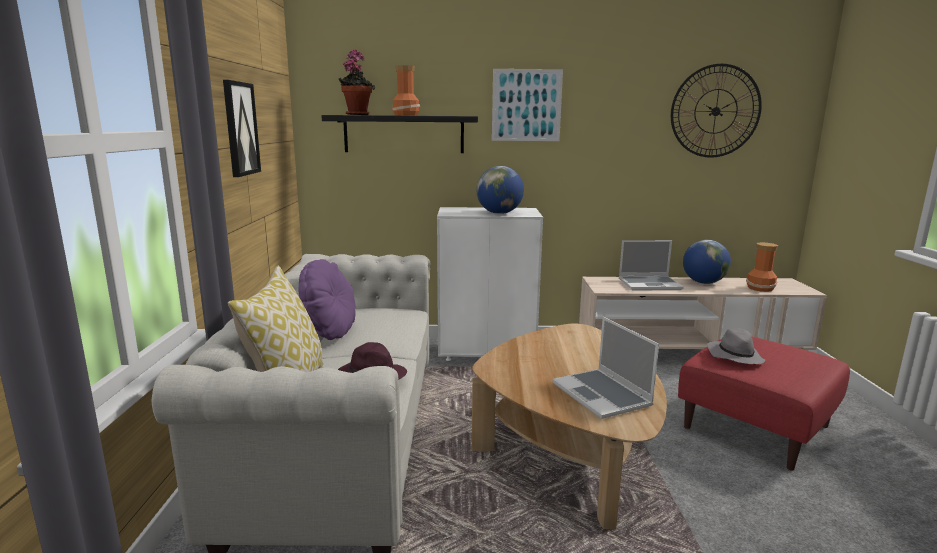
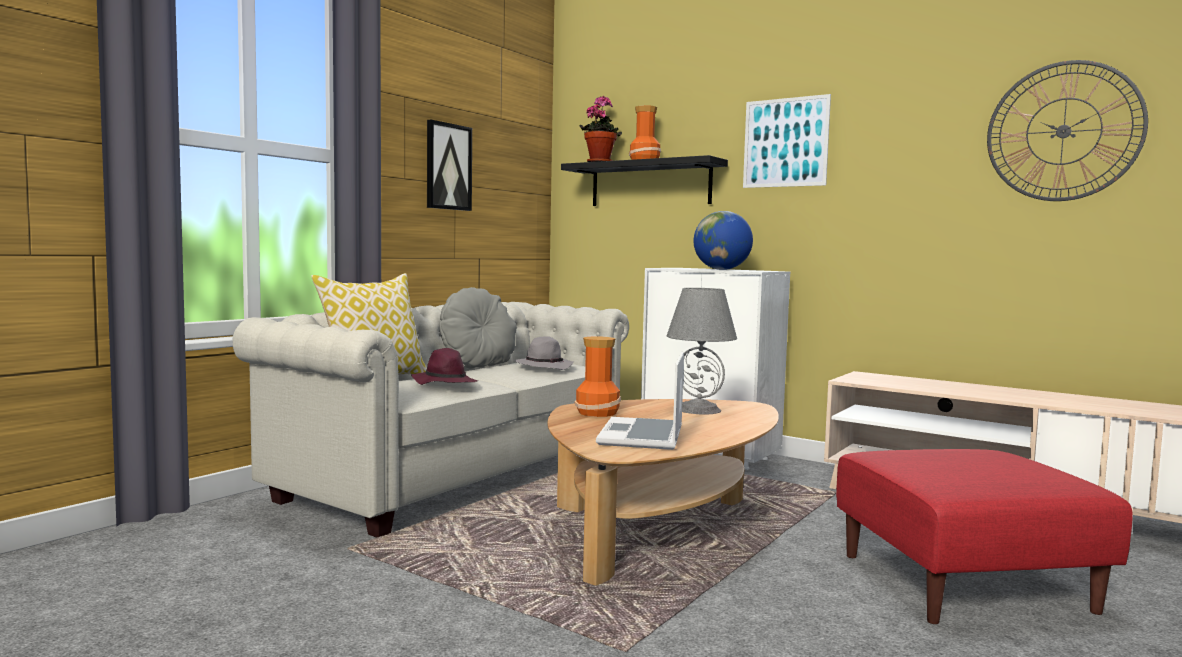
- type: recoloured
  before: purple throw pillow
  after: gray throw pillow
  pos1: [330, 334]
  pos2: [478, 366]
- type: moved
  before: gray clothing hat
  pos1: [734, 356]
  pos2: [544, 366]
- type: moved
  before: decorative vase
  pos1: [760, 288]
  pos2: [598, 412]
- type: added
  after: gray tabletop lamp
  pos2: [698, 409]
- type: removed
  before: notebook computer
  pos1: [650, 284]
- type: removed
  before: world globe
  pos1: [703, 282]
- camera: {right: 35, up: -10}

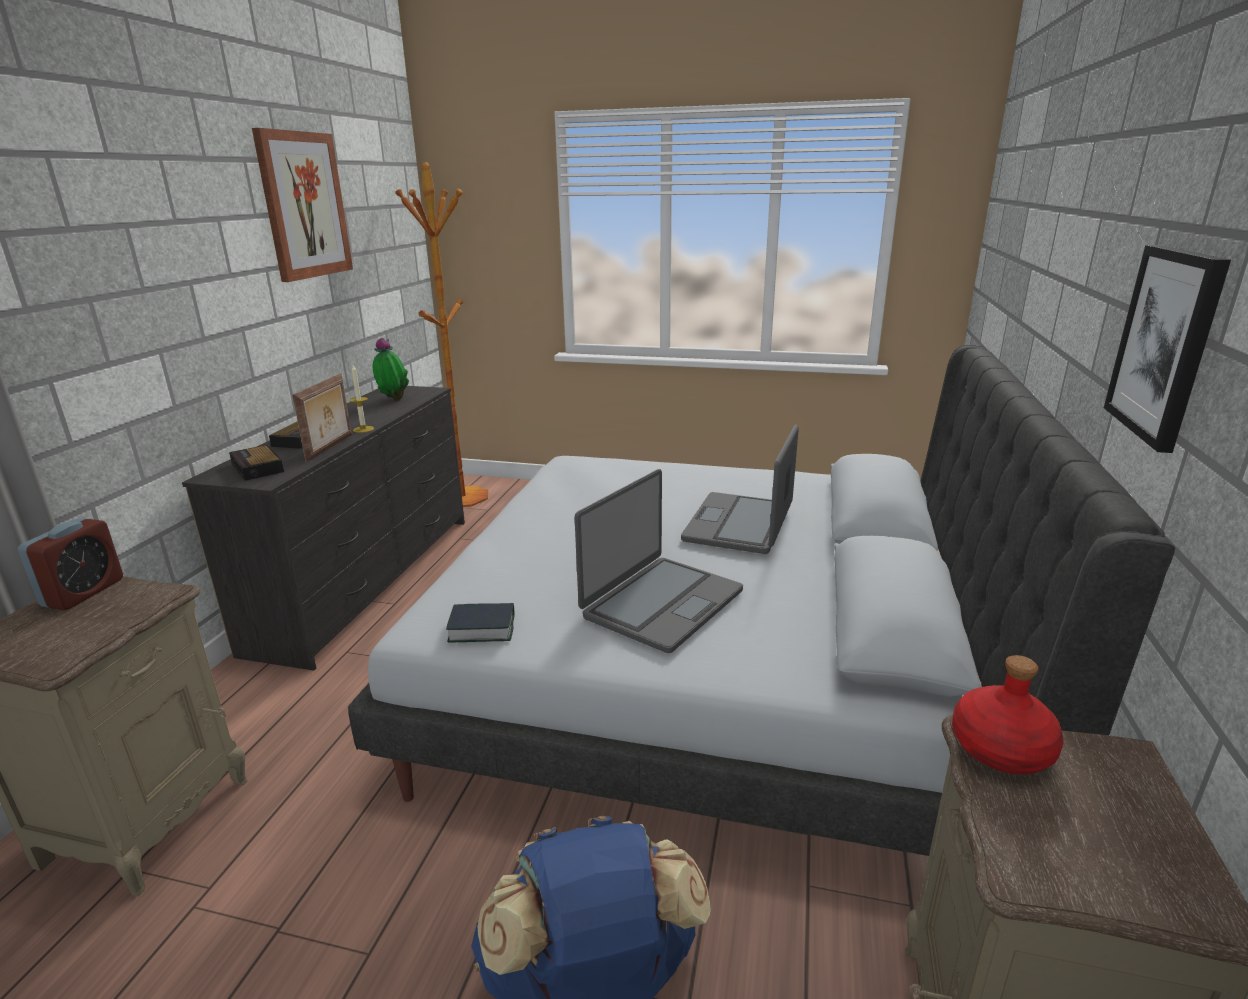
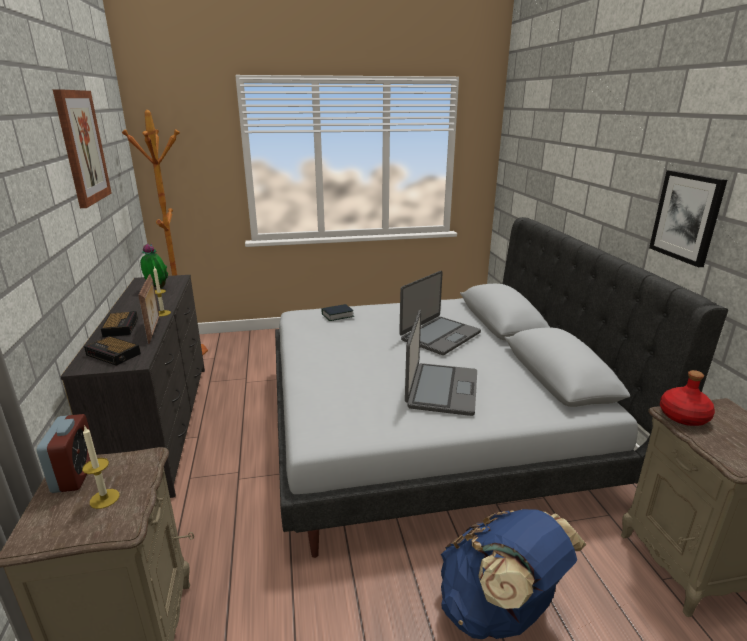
- type: added
  after: candle
  pos2: [104, 498]
- type: moved
  before: volume
  pos1: [482, 628]
  pos2: [337, 315]
- type: turned
  before: notebook computer
  pos1: [740, 524]
  pos2: [439, 336]
  turn: -135
- camera: {right: -25, up: 0}

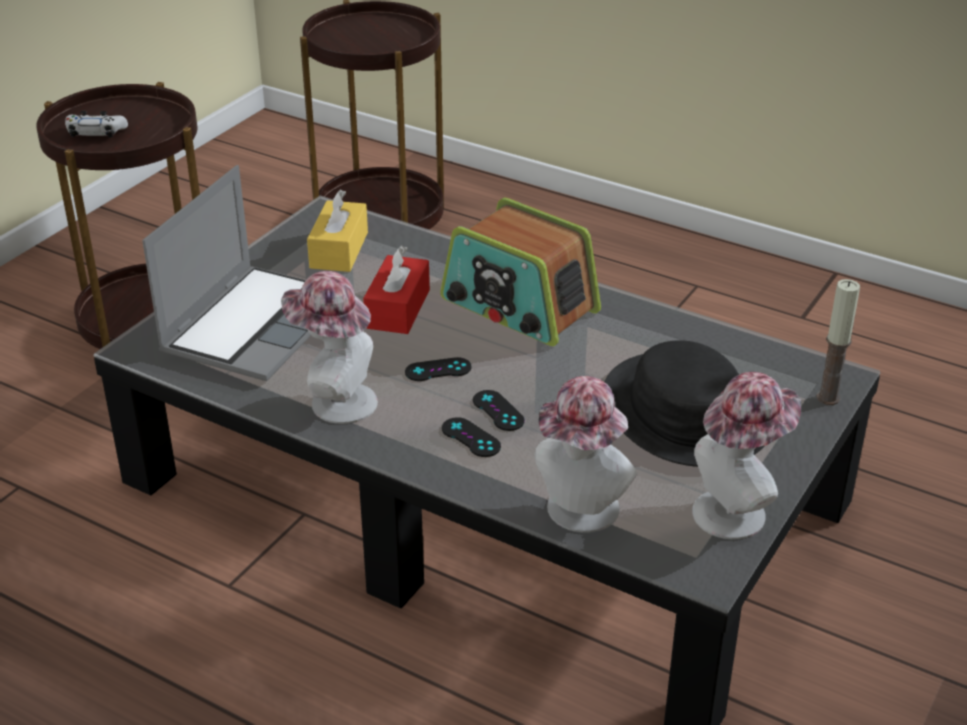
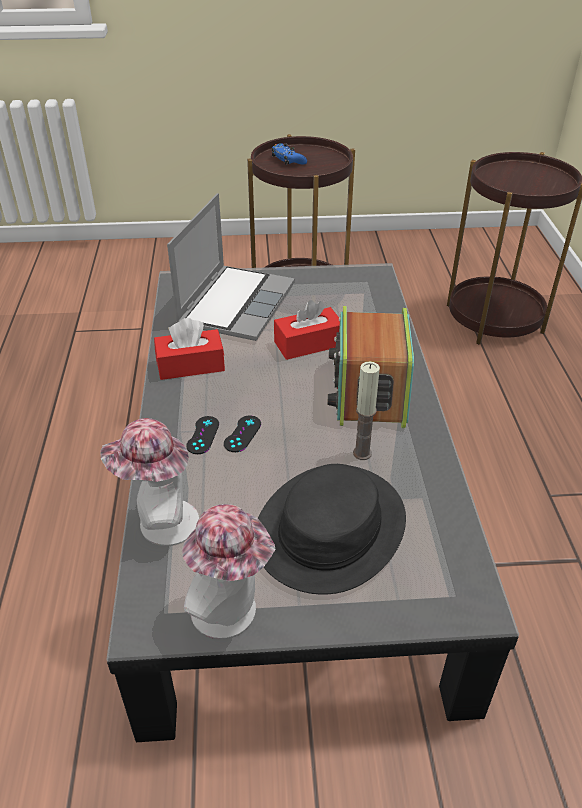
- type: replaced
  before: clothing hat
  after: reddish tissue box
  pos1: [335, 401]
  pos2: [190, 365]
- type: turned
  before: notebook computer
  pos1: [254, 324]
  pos2: [236, 304]
  turn: -60
- type: recoloured
  before: whitish game controller
  after: blue-coloured game controller
  pos1: [96, 132]
  pos2: [288, 160]
- type: moved
  before: candle
  pos1: [828, 398]
  pos2: [362, 453]
- type: removed
  before: yellow-coloured tissue box
  pos1: [339, 250]
- type: removed
  before: blackish game controller
  pos1: [438, 370]
- camera: {right: 55, up: 5}

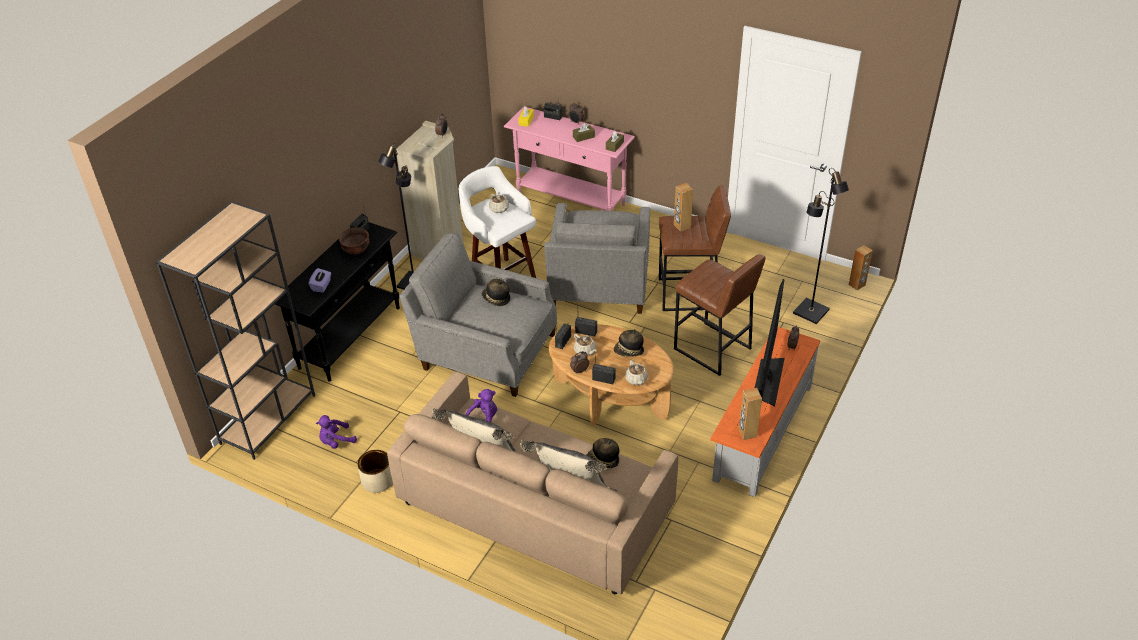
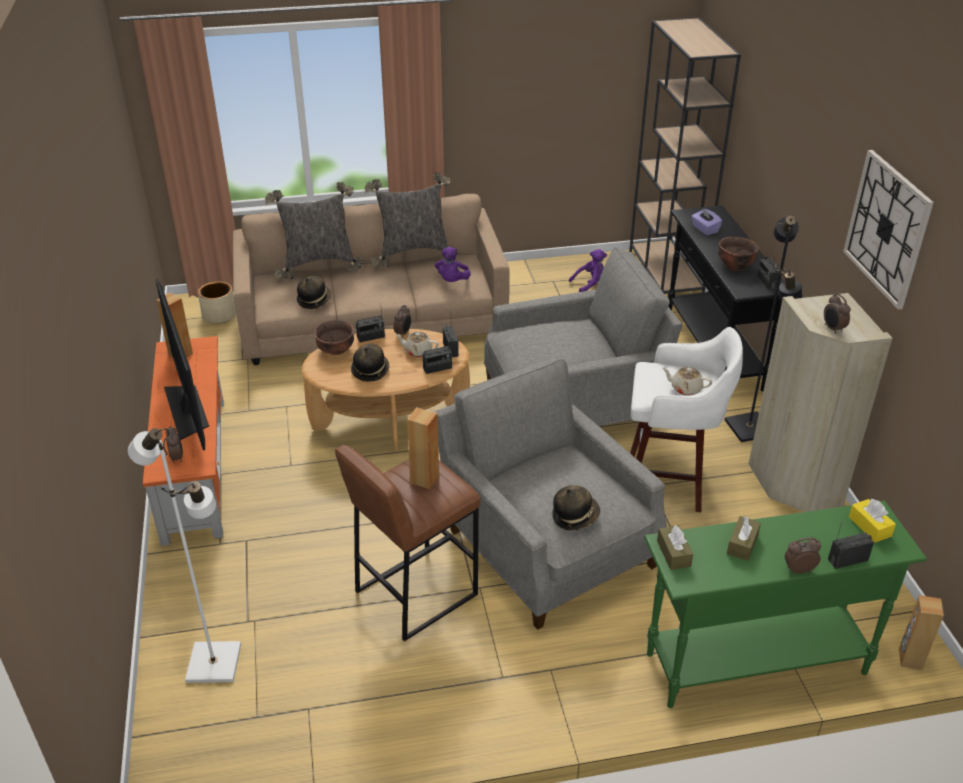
- type: recoloured
  before: blackish standard lamp
  after: whitish standard lamp
  pos1: [810, 311]
  pos2: [214, 663]
- type: moved
  before: beige plant pot
  pos1: [377, 481]
  pos2: [219, 315]
- type: replaced
  before: beige pot for tea
  after: brown-coloured deep dish
  pos1: [636, 380]
  pos2: [336, 350]
- type: moved
  before: clothing hat
  pos1: [496, 299]
  pos2: [575, 516]
- type: turned
  before: purple soft toy
  pos1: [336, 441]
  pos2: [589, 284]
  turn: 45
- type: recoloured
  before: pink-coloured narrow table
  after: green-coloured narrow table
  pos1: [571, 201]
  pos2: [754, 663]
- type: added
  after: hanging clock
  pos2: [887, 228]
- type: moved
  before: brown-coloured loudspeaker
  pos1: [857, 285]
  pos2: [909, 659]
- type: removed
  before: brown-coloured stool seat
  pos1: [713, 349]
- camera: {right: 140, up: -5}

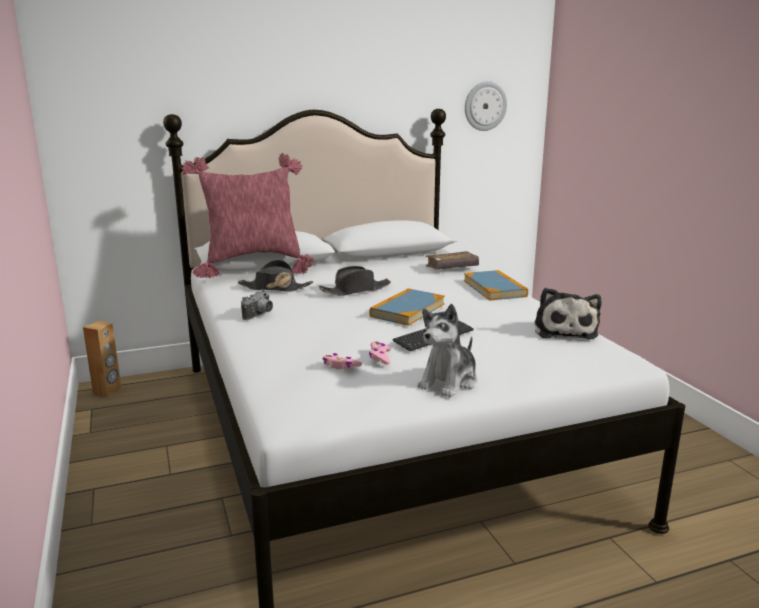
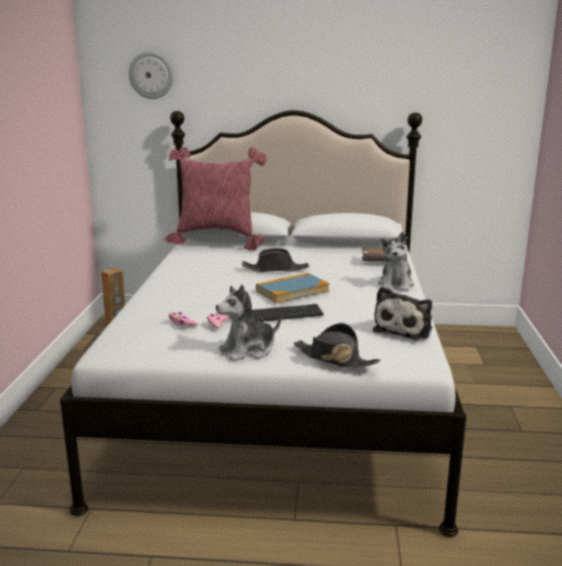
- type: moved
  before: hanging clock
  pos1: [485, 106]
  pos2: [151, 75]
- type: moved
  before: blackish clothing hat
  pos1: [275, 288]
  pos2: [334, 358]
- type: replaced
  before: volume
  after: soft toy
  pos1: [494, 288]
  pos2: [396, 285]
- type: removed
  before: photo camera
  pos1: [260, 315]
- camera: {right: 25, up: 0}

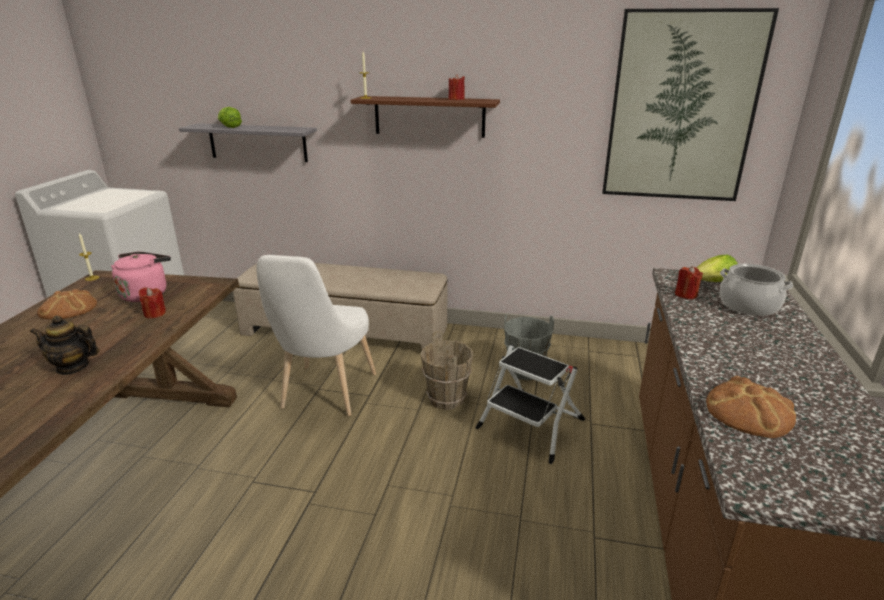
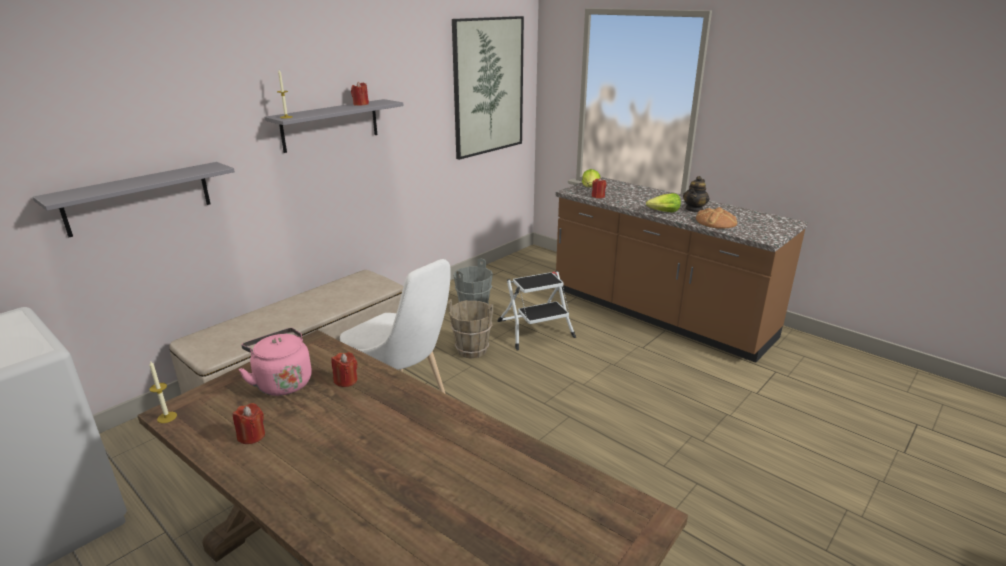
- type: replaced
  before: baked bread
  after: reddish candle
  pos1: [68, 309]
  pos2: [252, 436]
- type: recoloured
  before: brown-coloured bracket shelf
  after: gray bracket shelf
  pos1: [429, 116]
  pos2: [330, 125]
- type: moved
  before: lettuce
  pos1: [229, 126]
  pos2: [664, 212]
- type: moved
  before: pot for tea
  pos1: [72, 367]
  pos2: [694, 209]
- type: removed
  before: cooking pot
  pos1: [748, 305]
- camera: {right: -60, up: 0}

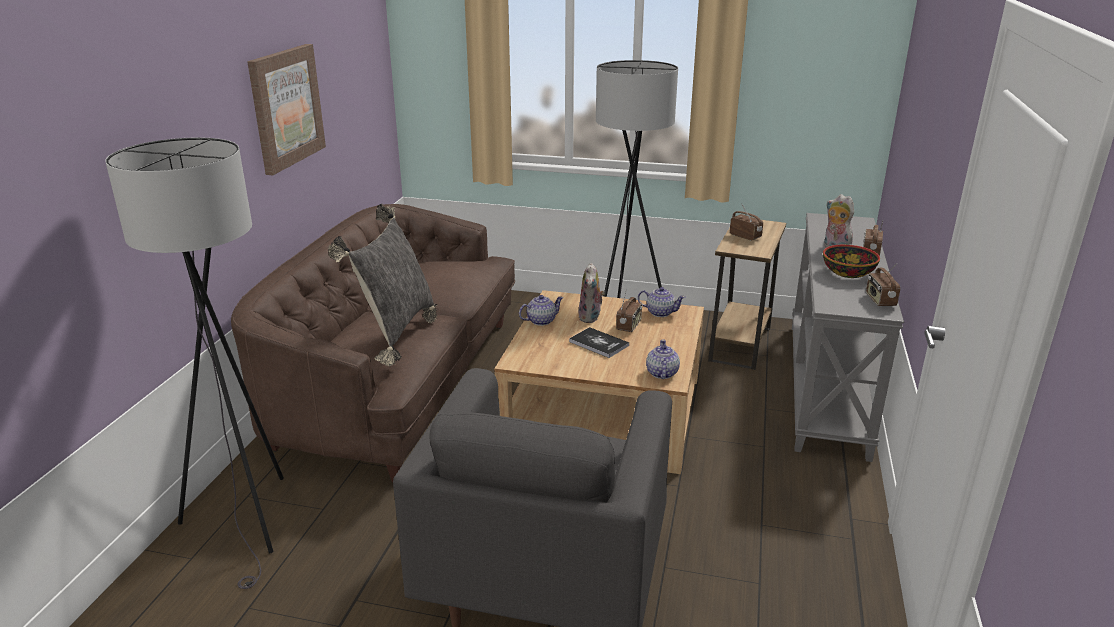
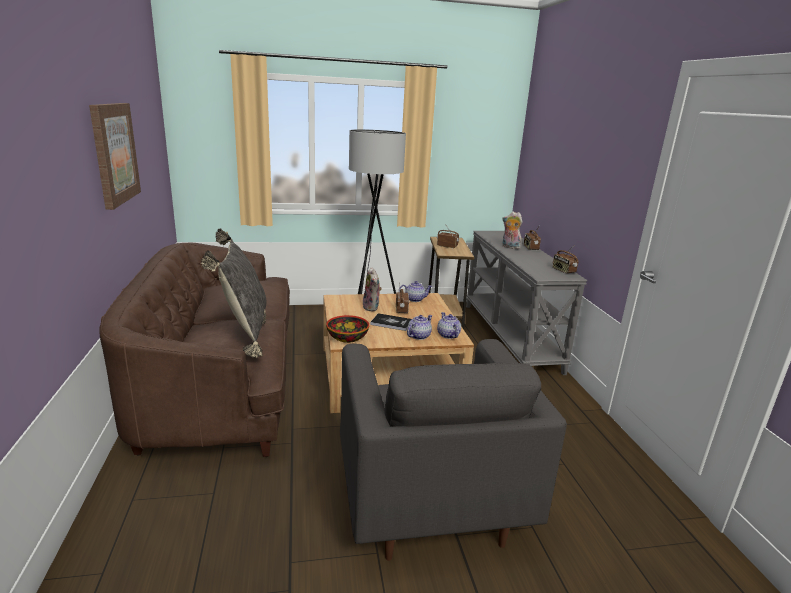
- type: moved
  before: deep dish
  pos1: [848, 273]
  pos2: [348, 338]
- type: moved
  before: pot for tea
  pos1: [540, 321]
  pos2: [418, 336]
- type: removed
  before: gray standard lamp
  pos1: [250, 521]
- camera: {right: -25, up: -5}

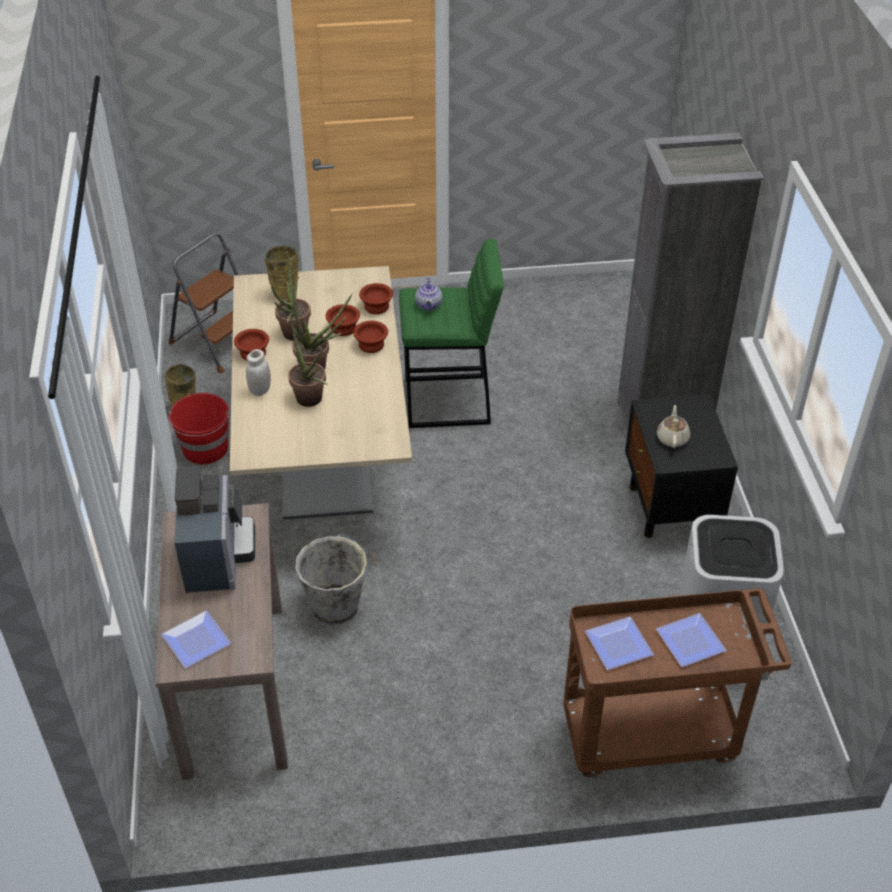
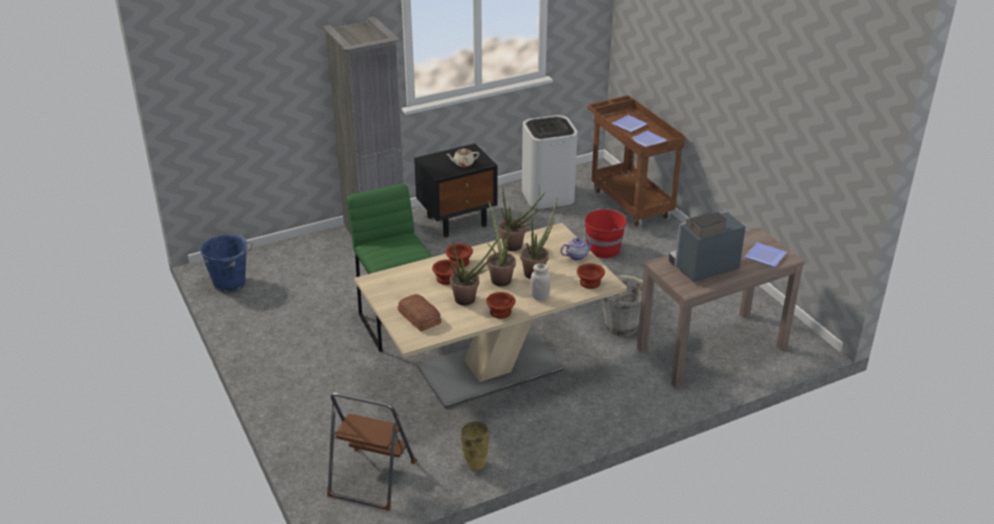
- type: added
  after: blue-coloured bucket
  pos2: [231, 283]
- type: replaced
  before: beige decorative vase
  after: baked bread
  pos1: [286, 296]
  pos2: [419, 316]
- type: added
  after: plant in a pot
  pos2: [516, 247]
- type: moved
  before: pot for tea
  pos1: [429, 305]
  pos2: [577, 256]
- type: moved
  before: brown-coloured deep dish
  pos1: [377, 306]
  pos2: [589, 283]
- type: moved
  before: reddish bucket
  pos1: [205, 449]
  pos2: [604, 249]
- camera: {right: -110, up: -10}

